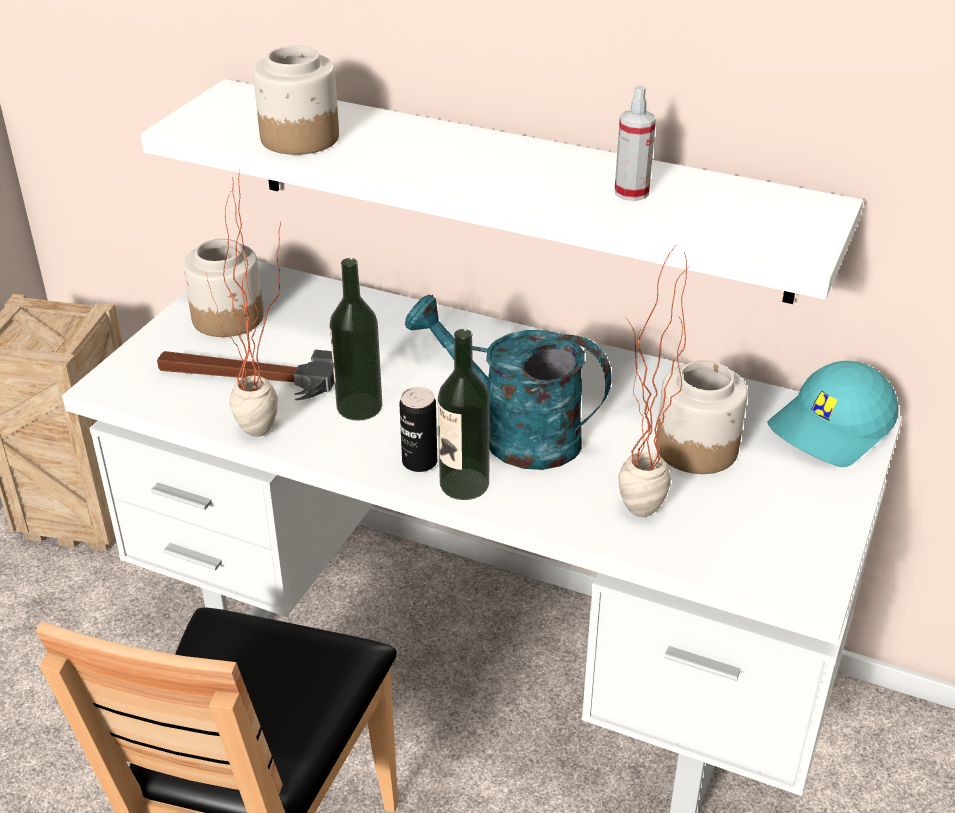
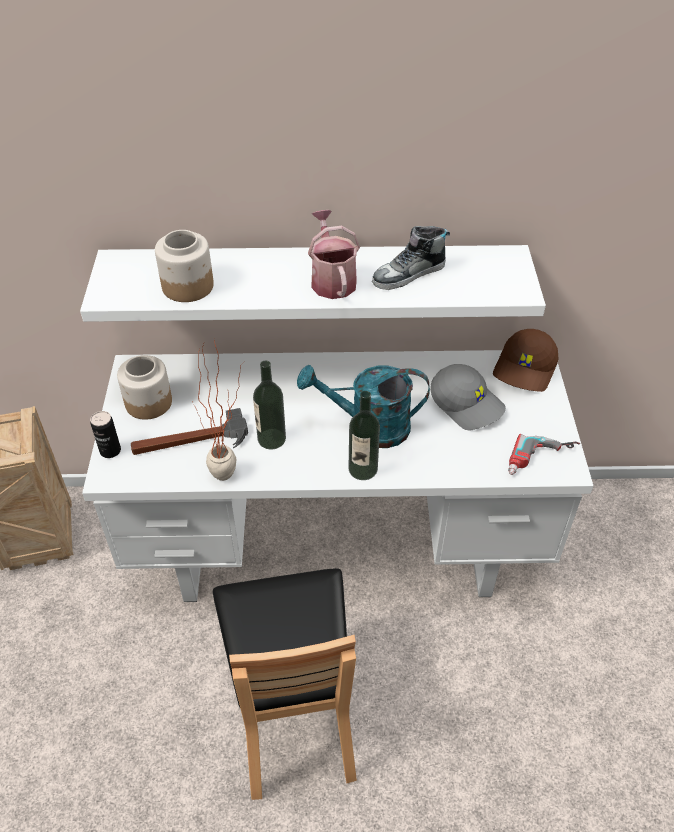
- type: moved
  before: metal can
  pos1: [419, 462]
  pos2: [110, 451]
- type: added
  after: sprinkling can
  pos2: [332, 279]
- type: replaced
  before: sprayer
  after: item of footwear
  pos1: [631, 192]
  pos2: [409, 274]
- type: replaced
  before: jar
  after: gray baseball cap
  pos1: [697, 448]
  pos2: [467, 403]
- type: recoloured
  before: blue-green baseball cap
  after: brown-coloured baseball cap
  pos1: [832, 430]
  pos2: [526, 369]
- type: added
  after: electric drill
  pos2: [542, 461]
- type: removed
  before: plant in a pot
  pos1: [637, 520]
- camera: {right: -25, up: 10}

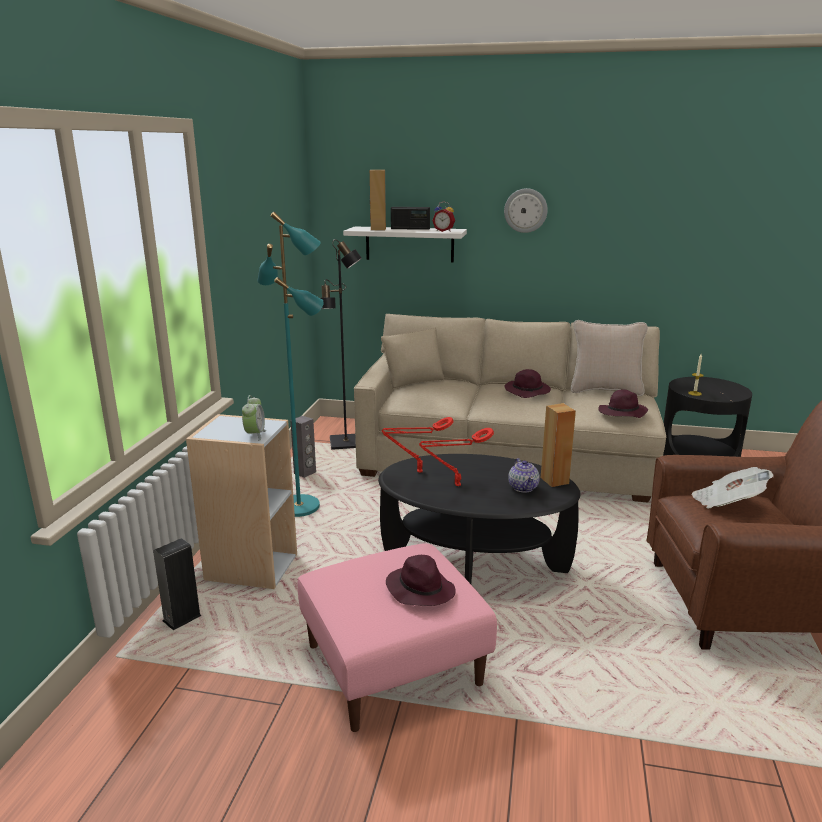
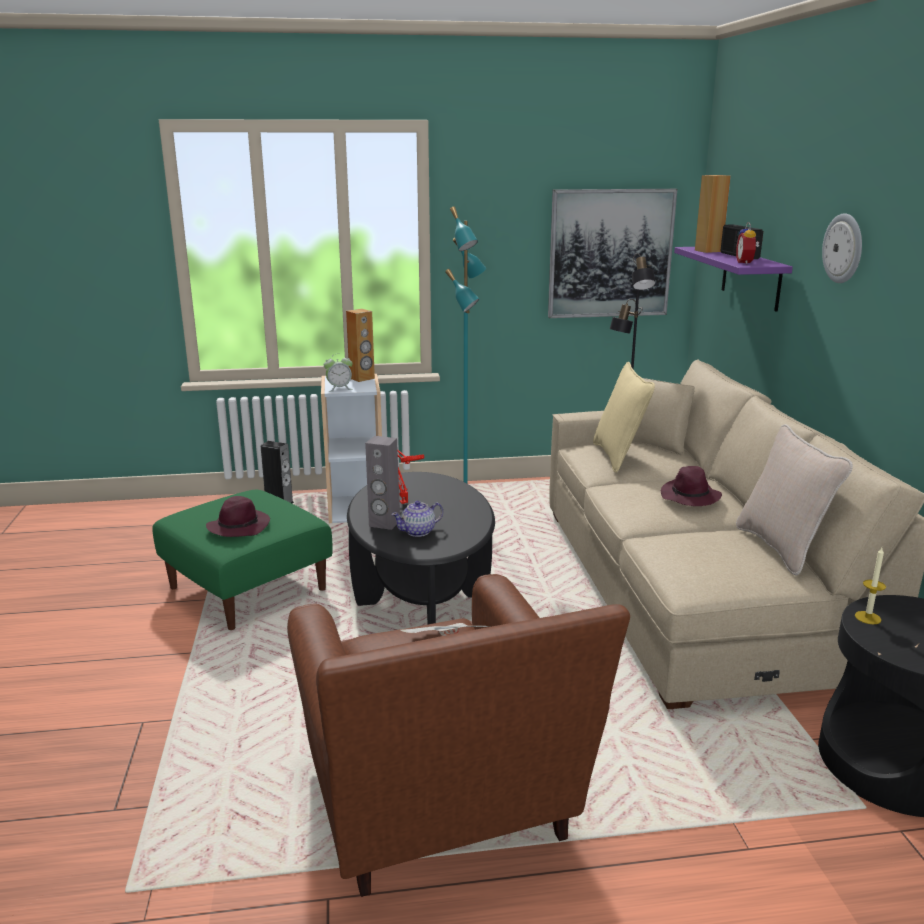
- type: recoloured
  before: pink-coloured footrest
  after: green-coloured footrest
  pos1: [394, 664]
  pos2: [249, 589]
- type: moved
  before: brown-coloured loudspeaker
  pos1: [555, 480]
  pos2: [362, 378]
- type: moved
  before: gray loudspeaker
  pos1: [305, 474]
  pos2: [384, 523]
- type: added
  after: wall art
  pos2: [610, 253]
- type: added
  after: beige throw pillow
  pos2: [618, 457]
- type: recoloured
  before: whitish bracket shelf
  after: purple bracket shelf
  pos1: [409, 244]
  pos2: [751, 277]
- type: removed
  before: reddish tabletop lamp
  pos1: [417, 471]
- type: removed
  before: purple clothing hat
  pos1: [622, 413]
- camera: {right: 70, up: 0}

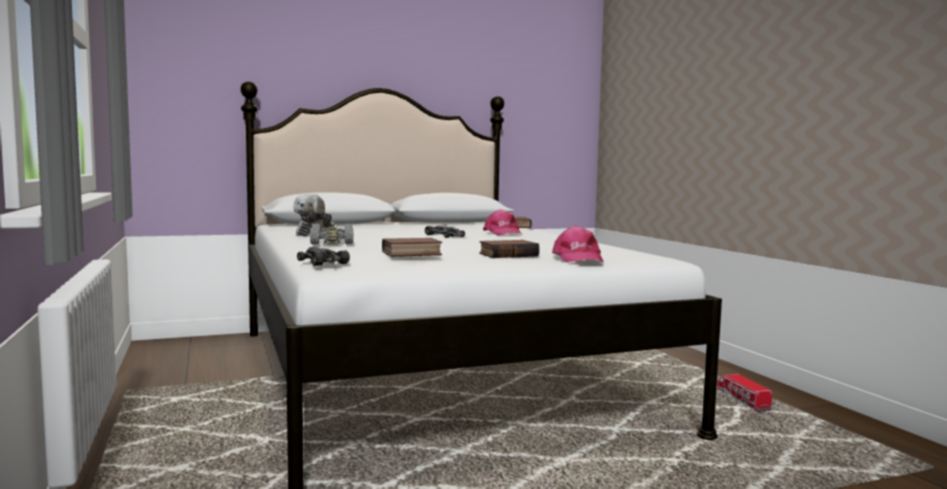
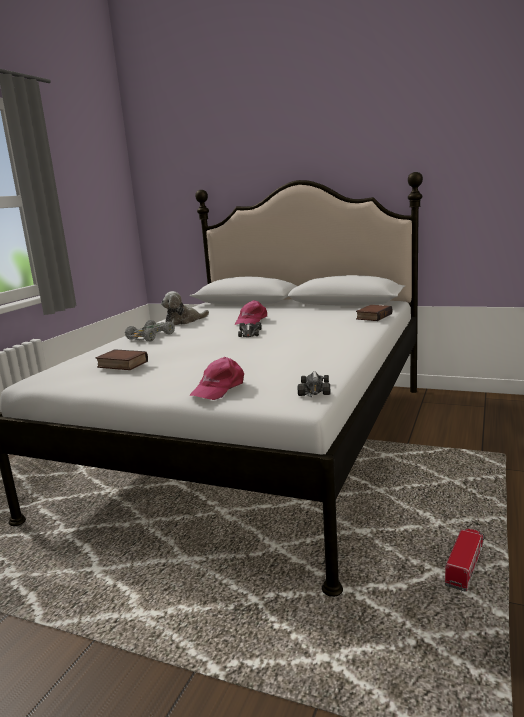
- type: moved
  before: pink-coloured baseball cap
  pos1: [502, 233]
  pos2: [251, 321]
- type: moved
  before: miniature car
  pos1: [322, 262]
  pos2: [314, 389]
- type: removed
  before: volume
  pos1: [508, 254]
- camera: {right: 45, up: 10}

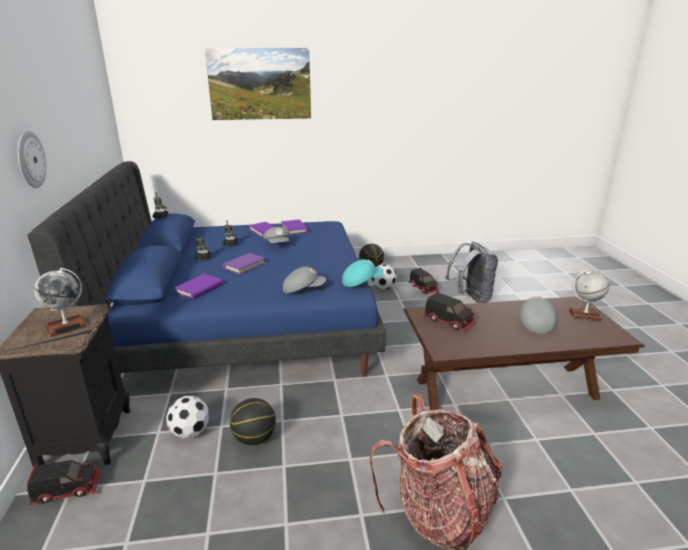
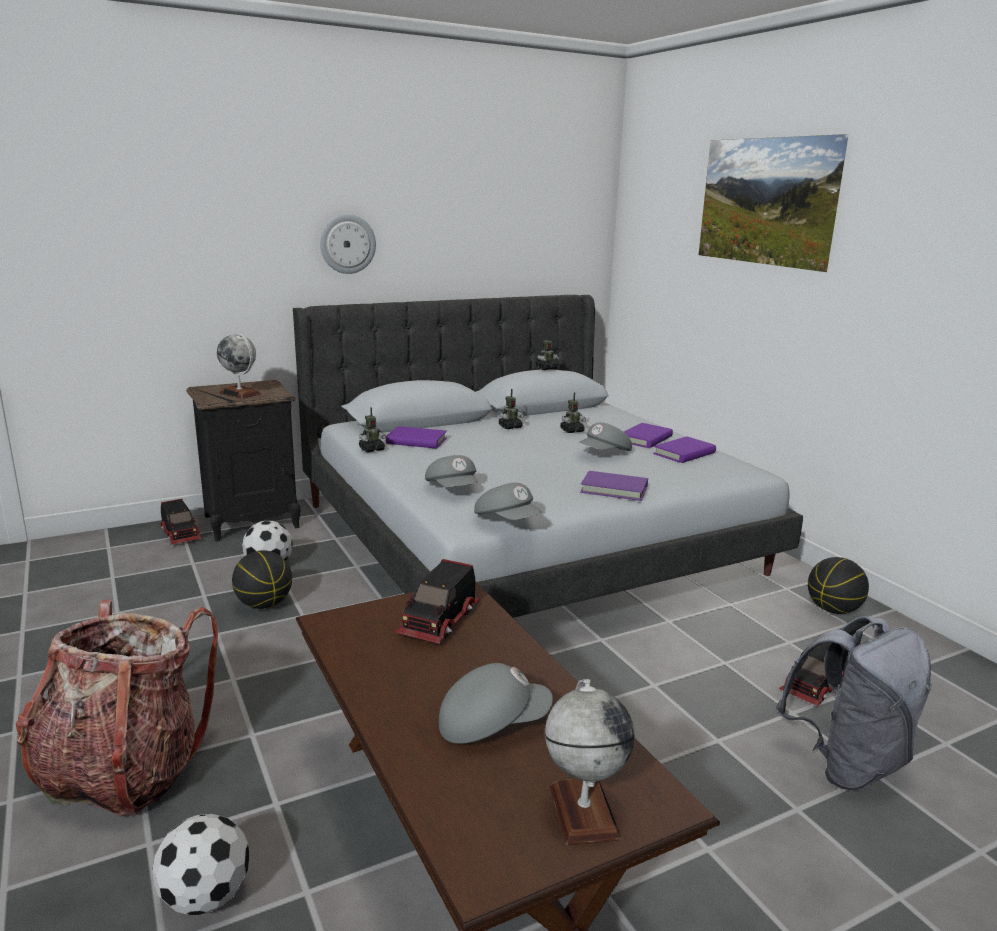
- type: moved
  before: ball for football
  pos1: [383, 288]
  pos2: [205, 896]
- type: recoloured
  before: blue-coloured sleeping bed
  after: gray sleeping bed
  pos1: [241, 319]
  pos2: [525, 538]
- type: added
  after: toy robot
  pos2: [371, 449]
- type: recoloured
  before: blue-green baseball cap
  after: gray baseball cap
  pos1: [361, 282]
  pos2: [508, 520]
- type: moved
  before: purple volume
  pos1: [244, 265]
  pos2: [614, 489]
- camera: {right: 70, up: -5}

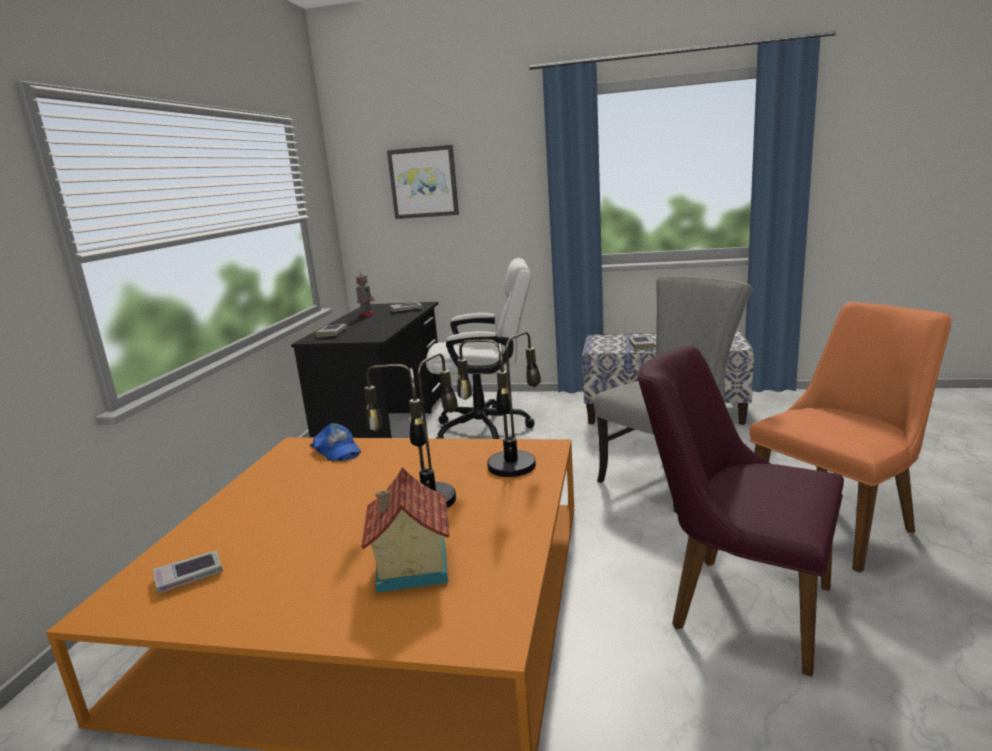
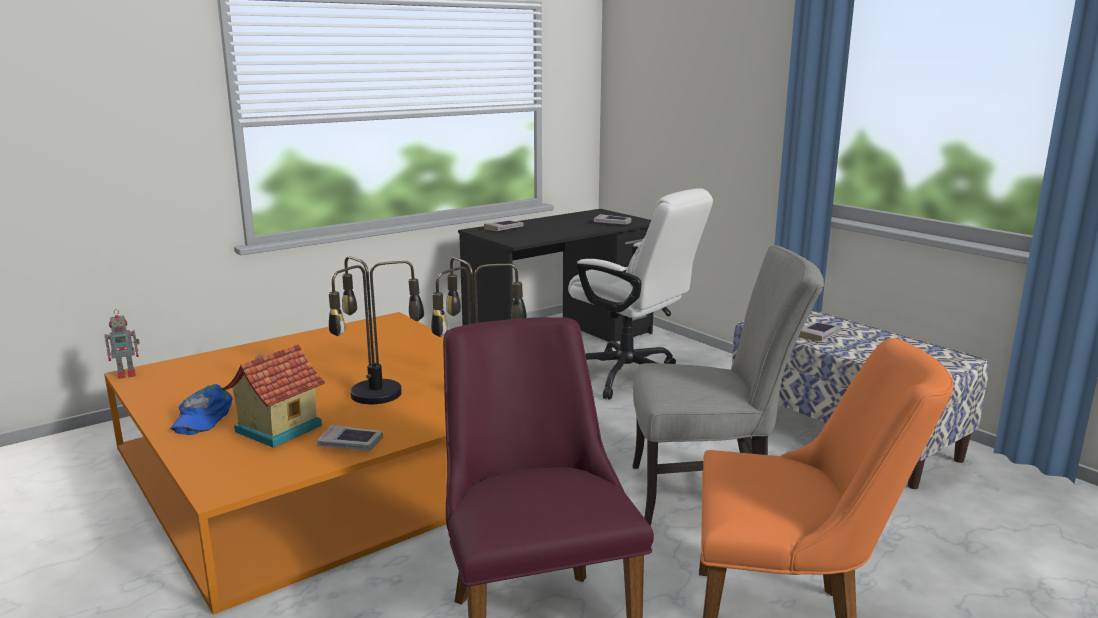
- type: moved
  before: toy robot
  pos1: [367, 314]
  pos2: [128, 374]
- type: moved
  before: blue-coloured baseball cap
  pos1: [337, 450]
  pos2: [201, 417]
- type: moved
  before: volume
  pos1: [189, 576]
  pos2: [350, 443]
- type: removed
  before: wall art
  pos1: [423, 182]
- camera: {right: 40, up: 0}

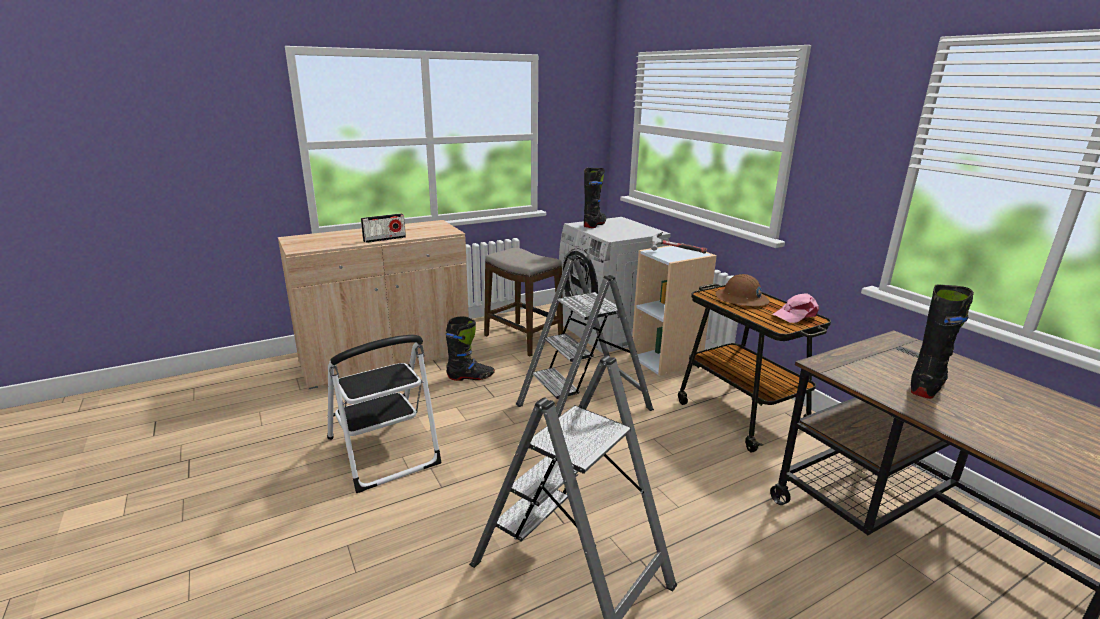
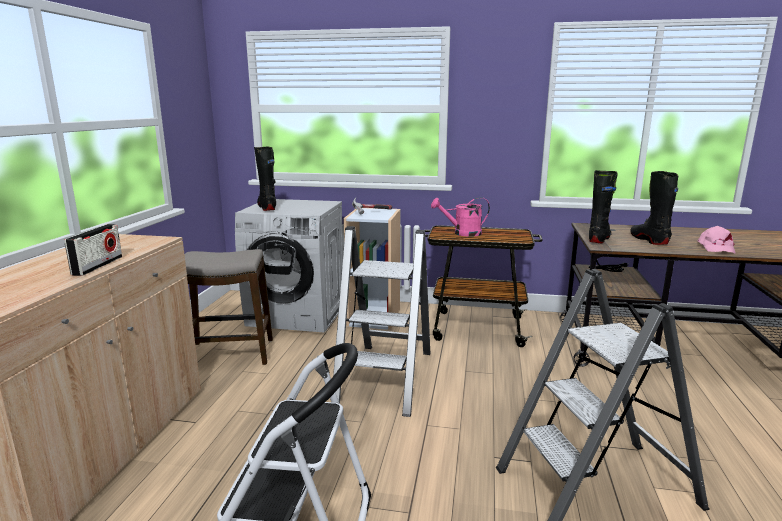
- type: replaced
  before: brown-coloured work helmet
  after: pink-coloured sprinkling can
  pos1: [741, 299]
  pos2: [462, 233]
- type: moved
  before: blackish high-top boot
  pos1: [471, 377]
  pos2: [599, 239]
- type: moved
  before: pink-coloured baseball cap
  pos1: [796, 315]
  pos2: [716, 247]
- camera: {right: -50, up: -5}

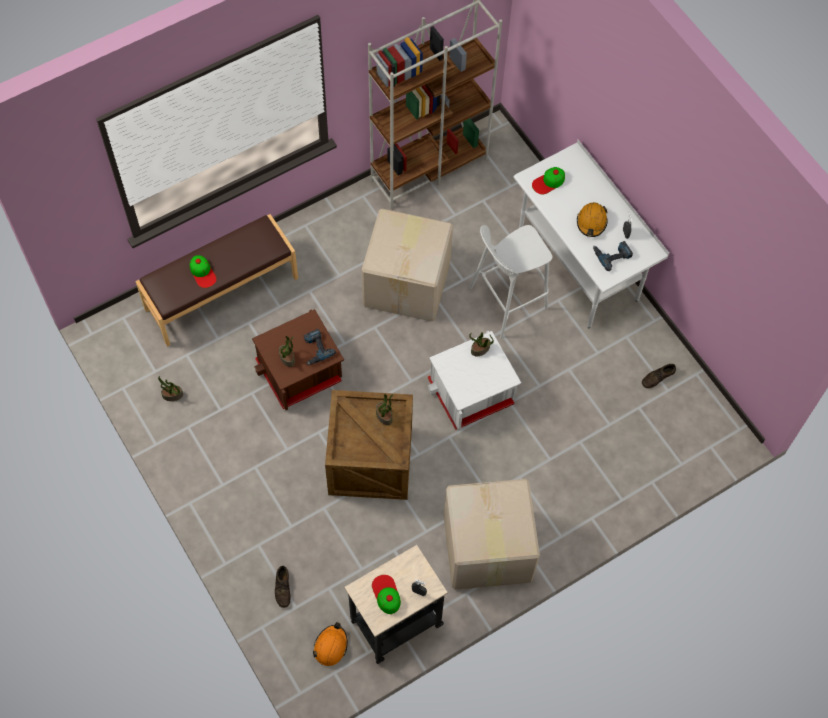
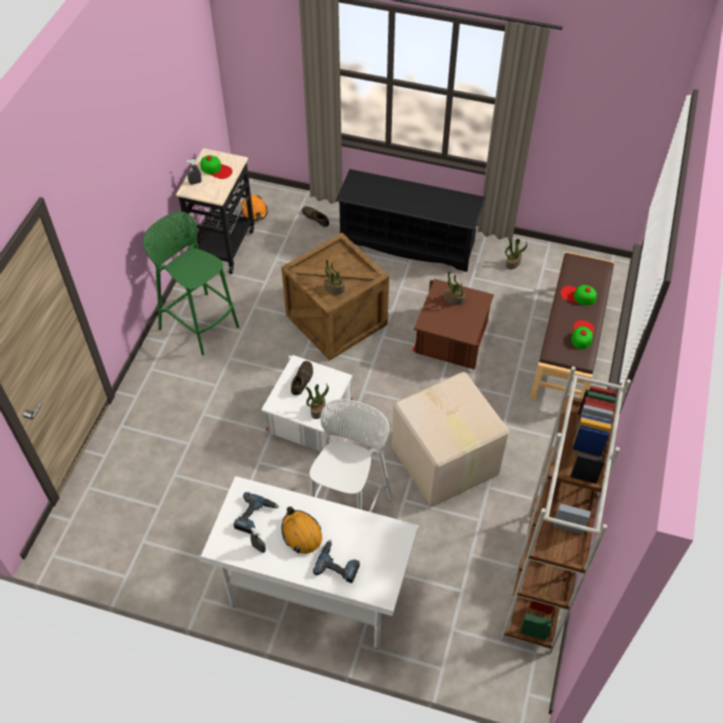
- type: replaced
  before: carton
  after: green-coloured stool seat
  pos1: [486, 549]
  pos2: [200, 324]
- type: moved
  before: brown-coloured item of footwear
  pos1: [657, 377]
  pos2: [302, 380]
- type: moved
  before: electric drill
  pos1: [315, 349]
  pos2: [338, 564]
- type: added
  after: blackish shoe rack
  pos2: [408, 243]
- type: moved
  before: baseball cap
  pos1: [548, 182]
  pos2: [582, 334]
- camera: {right: 140, up: -10}

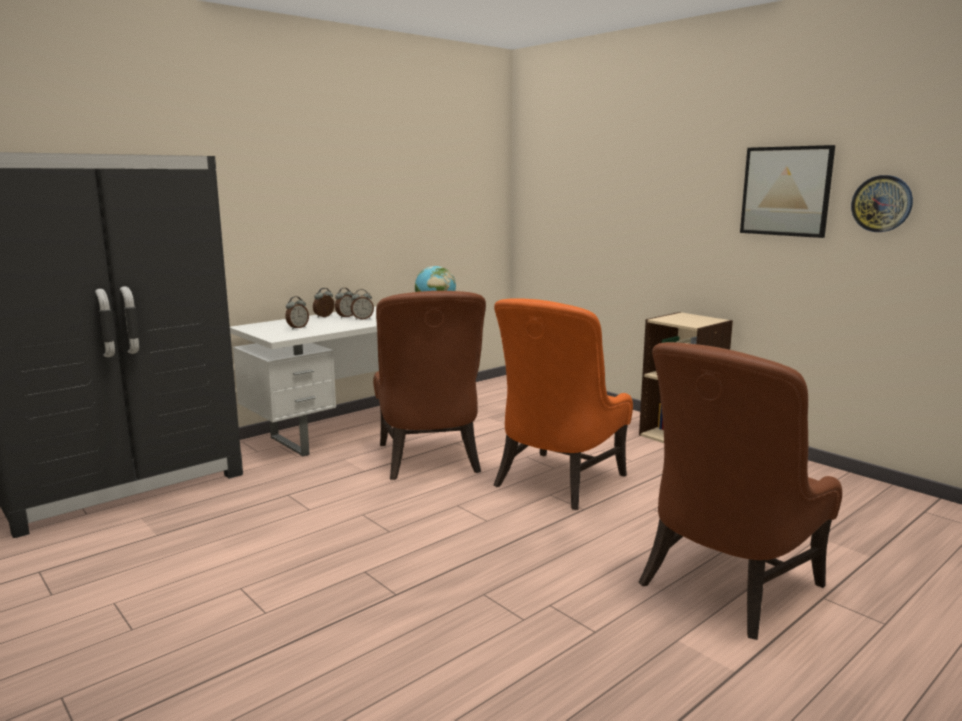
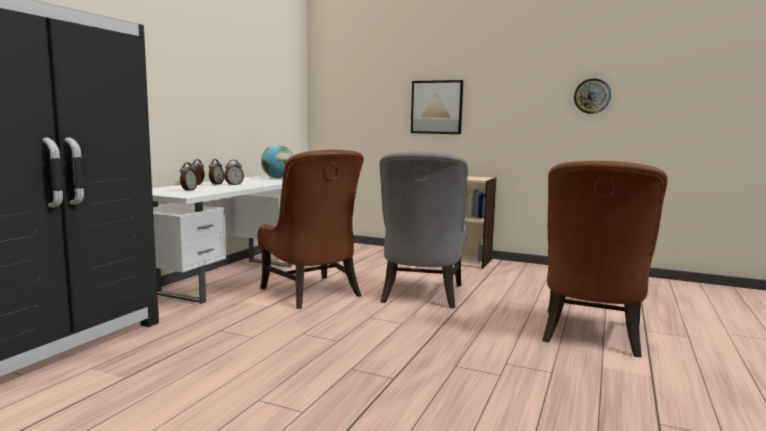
- type: recoloured
  before: orange chair
  after: gray chair
  pos1: [558, 481]
  pos2: [421, 294]
- type: moved
  before: wall art
  pos1: [786, 191]
  pos2: [436, 107]
- camera: {right: -25, up: -5}

